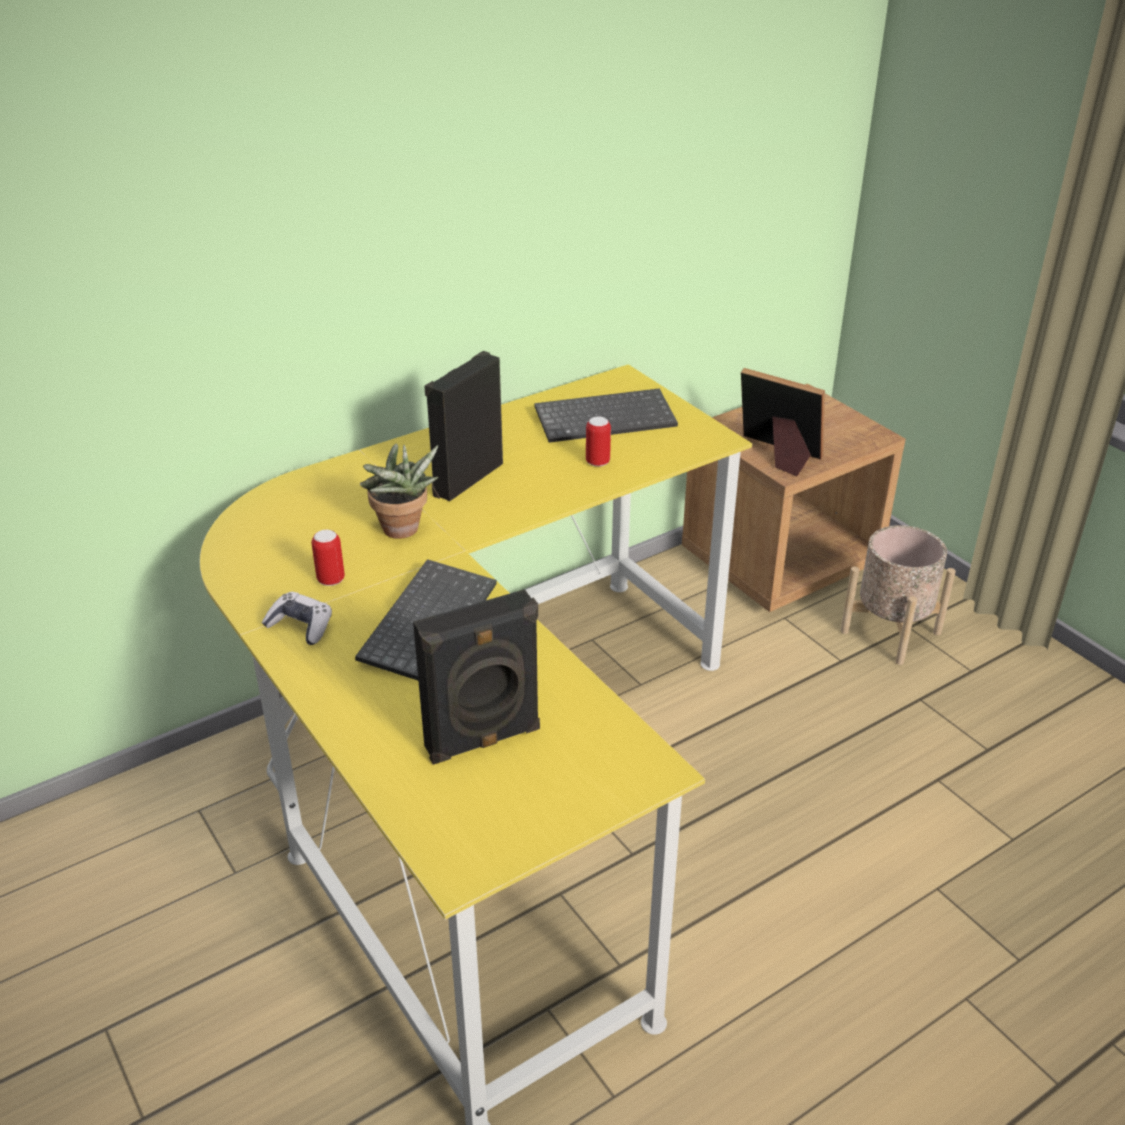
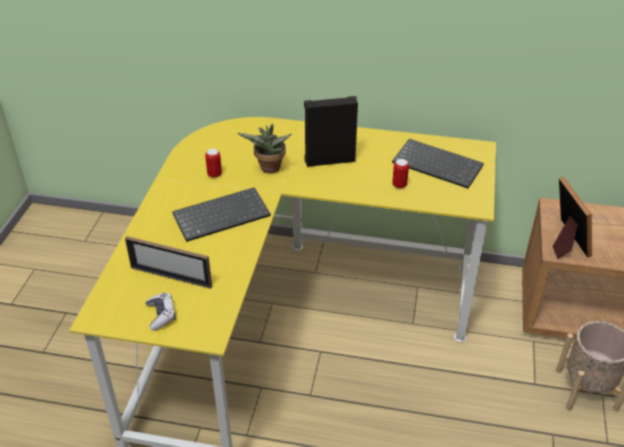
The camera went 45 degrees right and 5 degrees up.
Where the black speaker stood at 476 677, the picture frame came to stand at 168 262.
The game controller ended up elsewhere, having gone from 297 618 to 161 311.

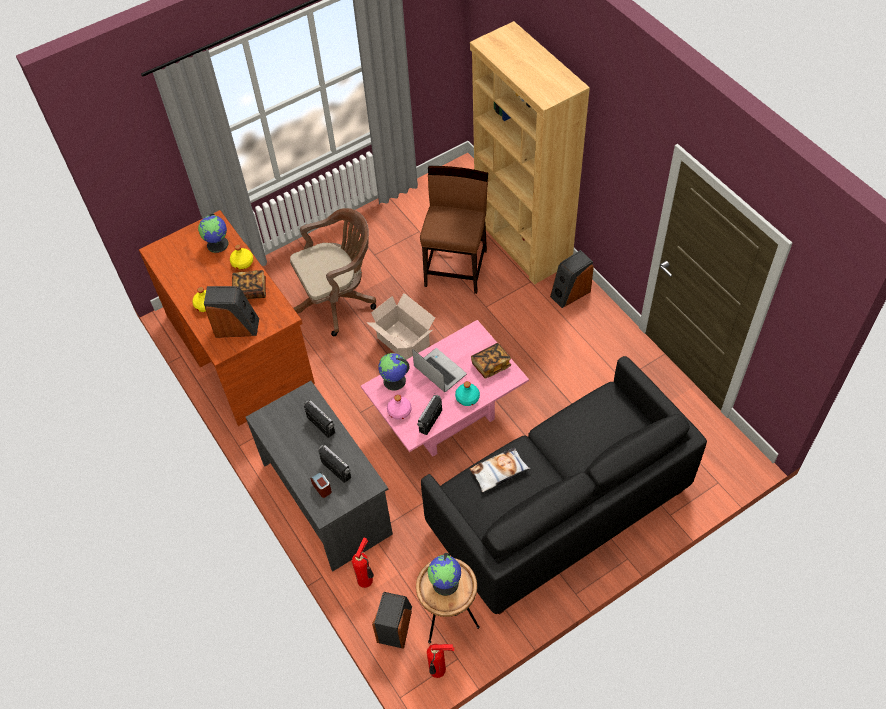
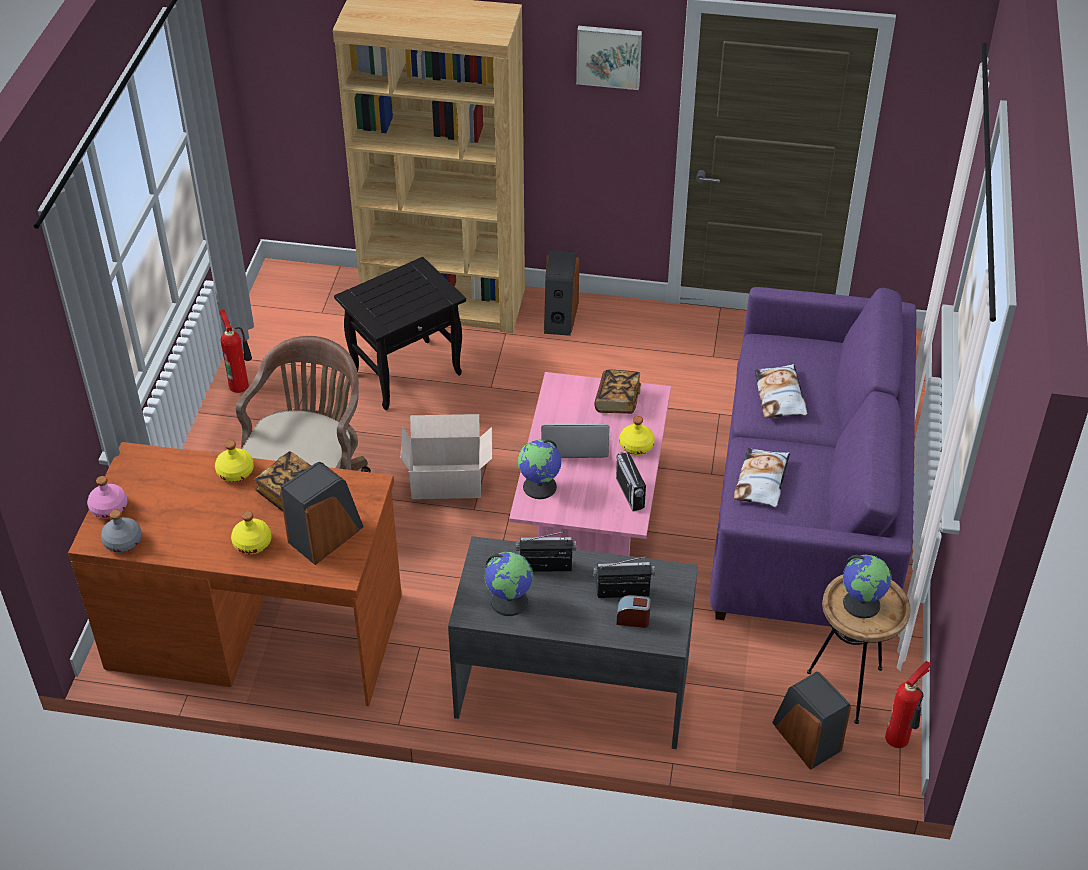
The camera went 50 degrees left and 10 degrees down.
Where the brown chair stood at 454 230, the black side table came to stand at 400 333.
The globe ended up elsewhere, having gone from 213 233 to 508 584.
What was the black sofa at 564 485 turned into the purple sofa at 813 464.
What was the turquoise bottle at 467 393 turned into the yellow bottle at 637 435.
The pink bottle ended up elsewhere, having gone from 399 407 to 107 497.
The fire extinguisher ended up elsewhere, having gone from 363 563 to 236 351.
The second view gained the picture at 609 58.
The second view gained the pillow at 780 391.
The second view gained the grey bottle at 121 531.

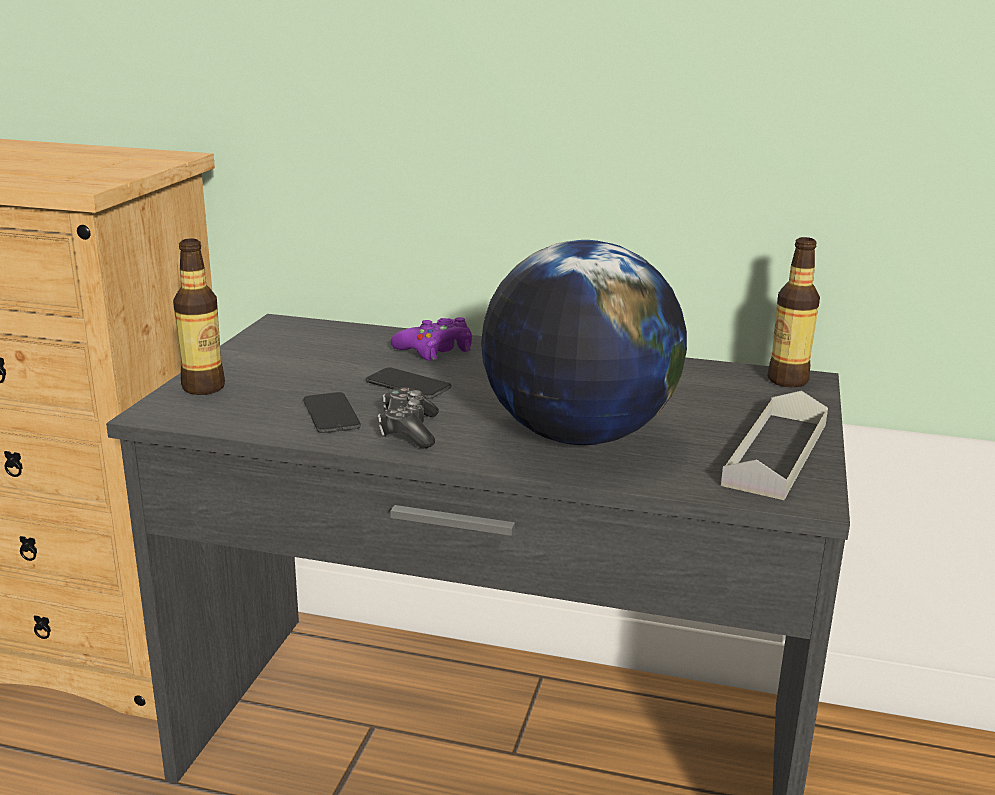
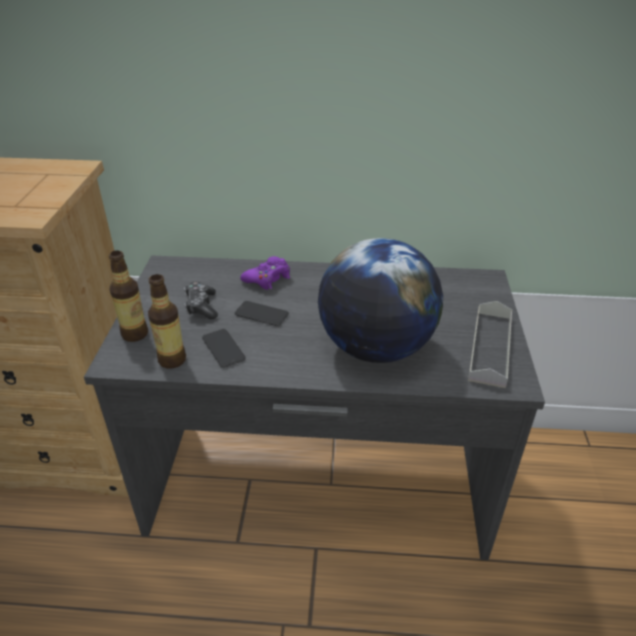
The camera went 10 degrees left and 15 degrees up.
The bottle ended up elsewhere, having gone from 794 312 to 167 321.
The game controller ended up elsewhere, having gone from 408 418 to 201 300.

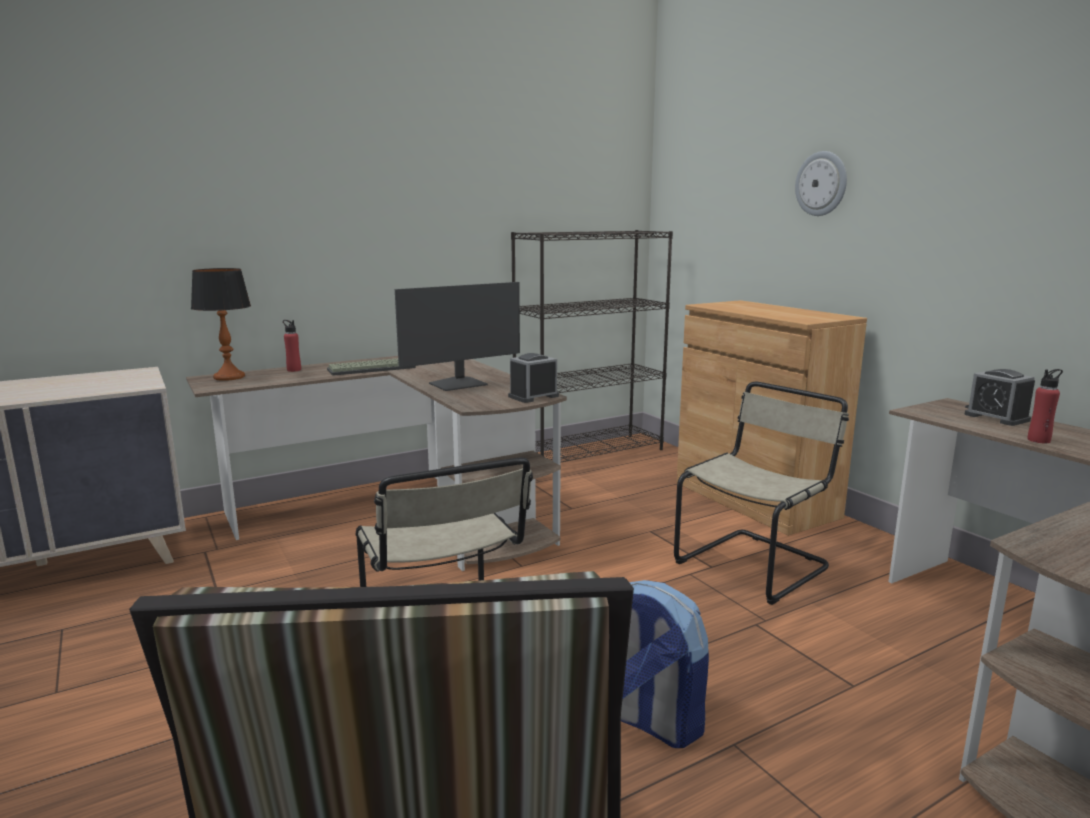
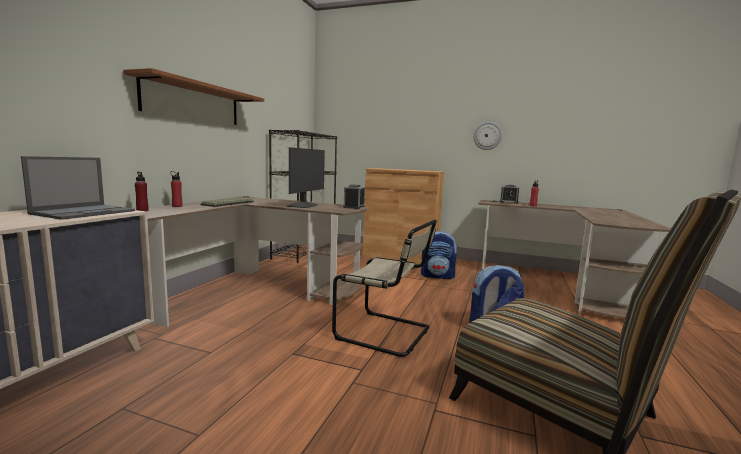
The camera went 40 degrees left and 5 degrees down.
The wall clock ended up elsewhere, having gone from 821 183 to 487 136.
Where the table lamp stood at 221 324, the red bottle came to stand at 142 191.
Where the beige chair stood at 761 493, the backpack came to stand at 439 255.
The second view gained the shelf at 193 96.
The second view gained the laptop at 78 188.

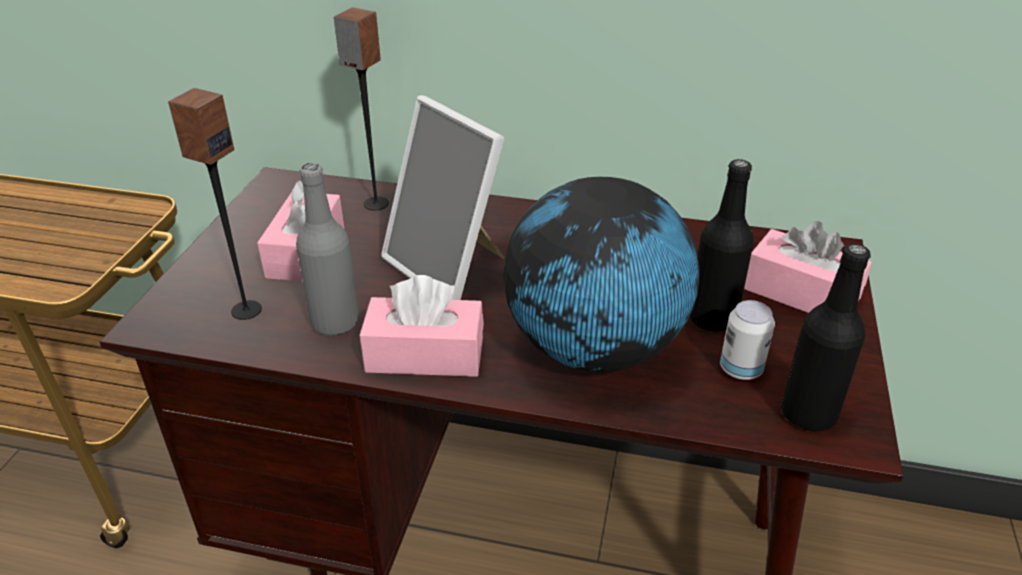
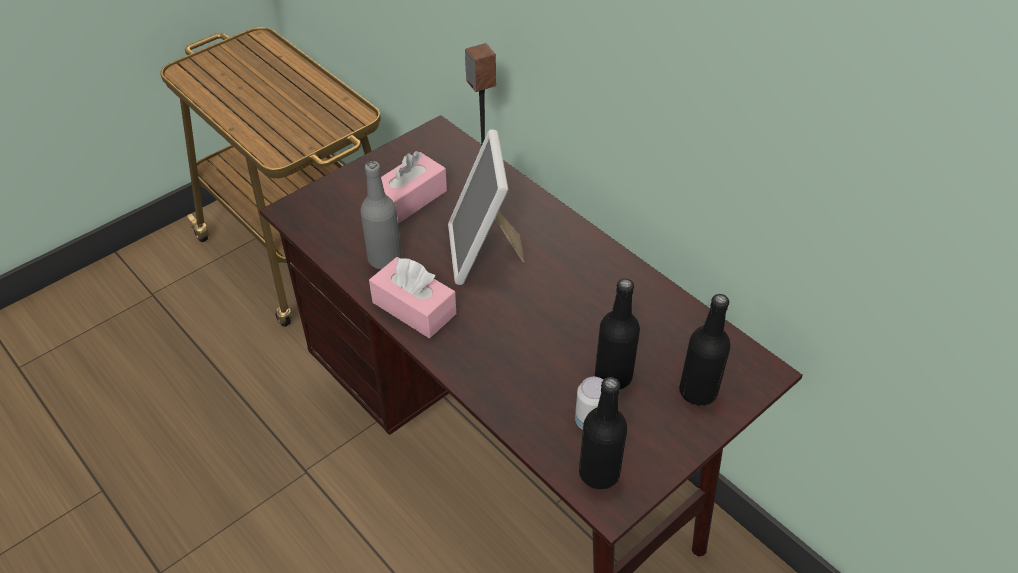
The camera went 35 degrees right and 10 degrees up.
The second view lost the speaker at 215 204.
The second view lost the globe at 601 274.
Where the pink tissue box stood at 808 267, the black bottle came to stand at 705 350.

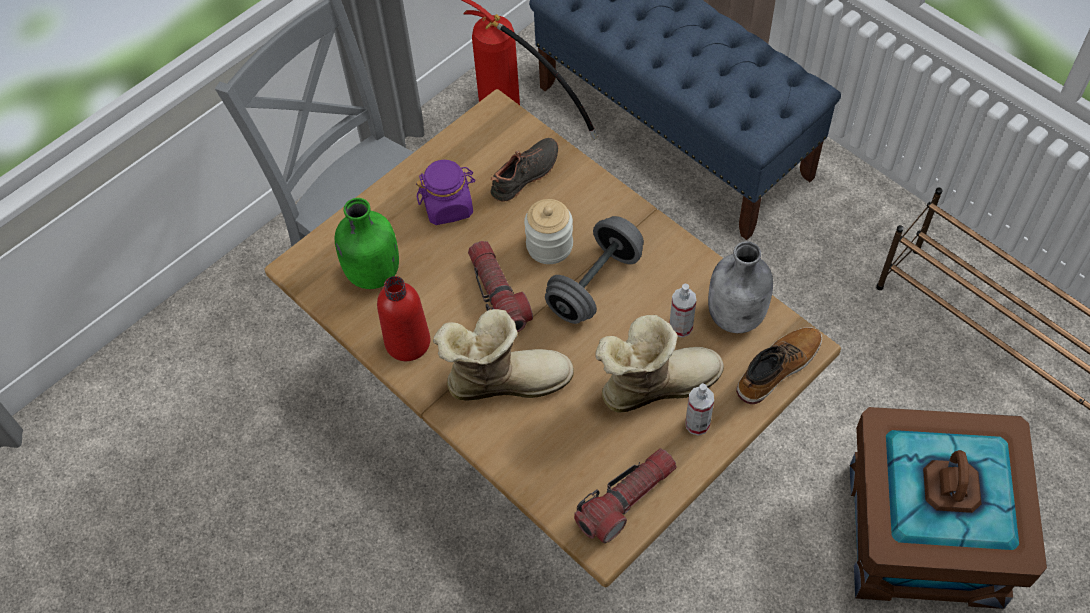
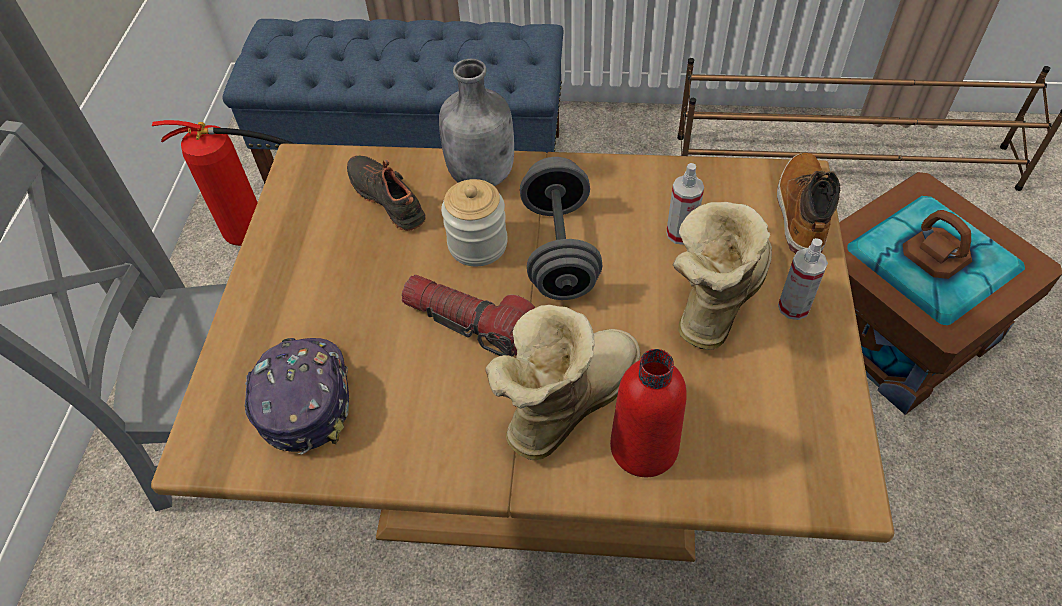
The camera went 40 degrees left and 5 degrees down.
The black shoe at 524 169 ended up facing another way, 45 degrees counterclockwise from before.
The second view lost the purple jar at 446 192.
Where the green bottle stood at 367 243, the cap came to stand at 296 396.
The grey bottle ended up elsewhere, having gone from 740 287 to 476 122.
The red bottle ended up elsewhere, having gone from 403 318 to 648 413.
The second view lost the flashlight at 625 495.

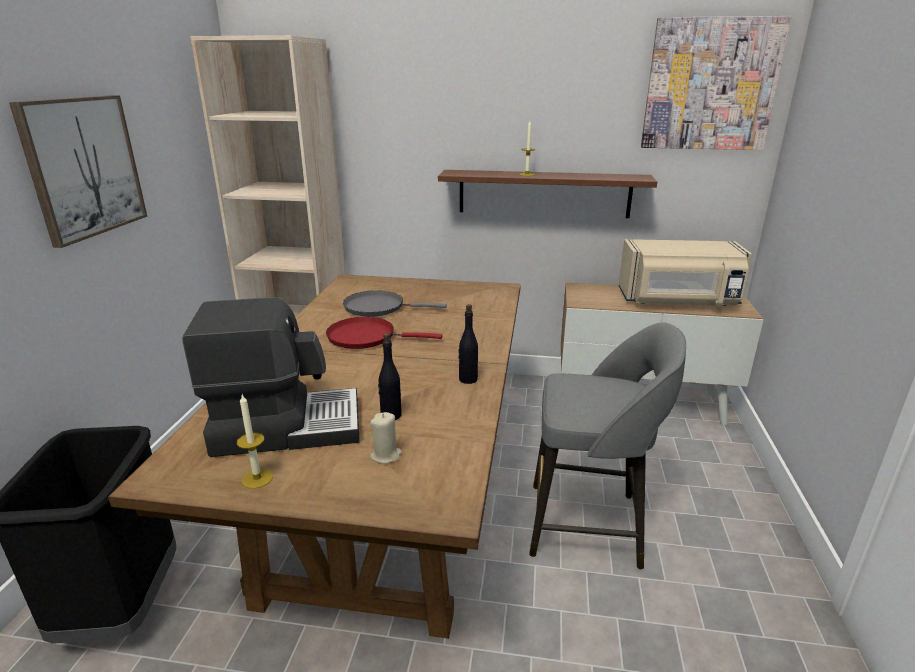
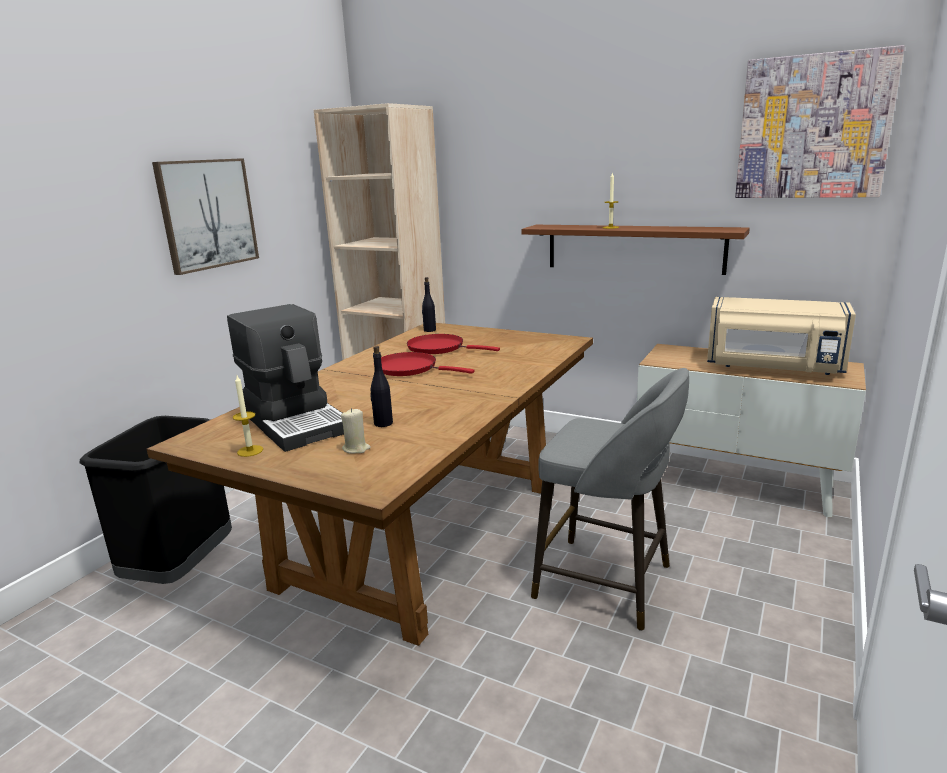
The camera went 20 degrees right and 5 degrees down.
What was the grey frying pan at 395 303 turned into the red frying pan at 453 344.
The coffee machine at 271 377 ended up facing another way, 45 degrees clockwise from before.
The black bottle ended up elsewhere, having gone from 468 344 to 429 304.

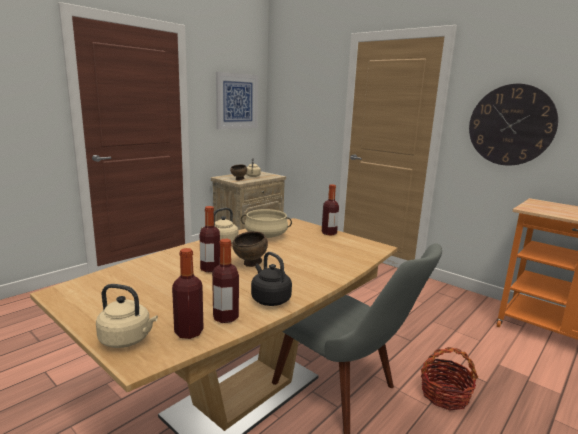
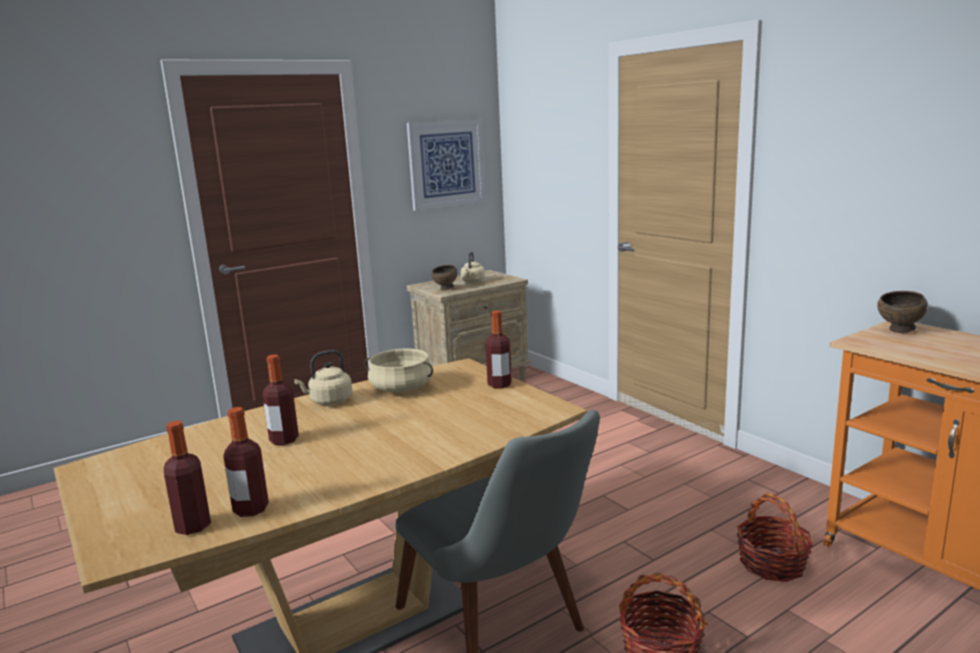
The camera went 15 degrees right and 0 degrees up.
The second view lost the wall clock at 513 125.
The brown bowl ended up elsewhere, having gone from 250 249 to 902 312.
The second view lost the black kettle at 271 279.
The second view lost the beige kettle at 127 316.
The second view gained the basket at 775 537.

